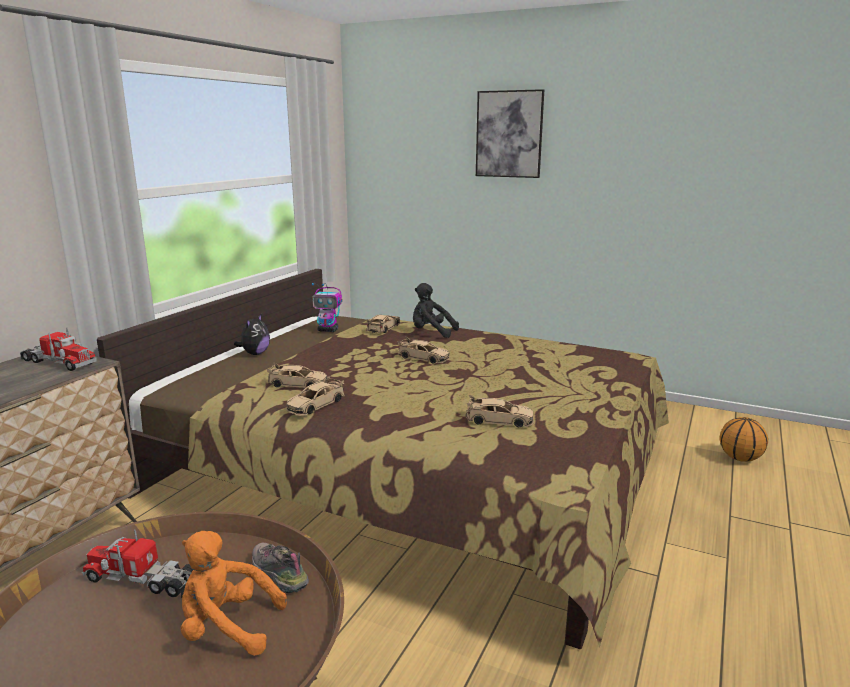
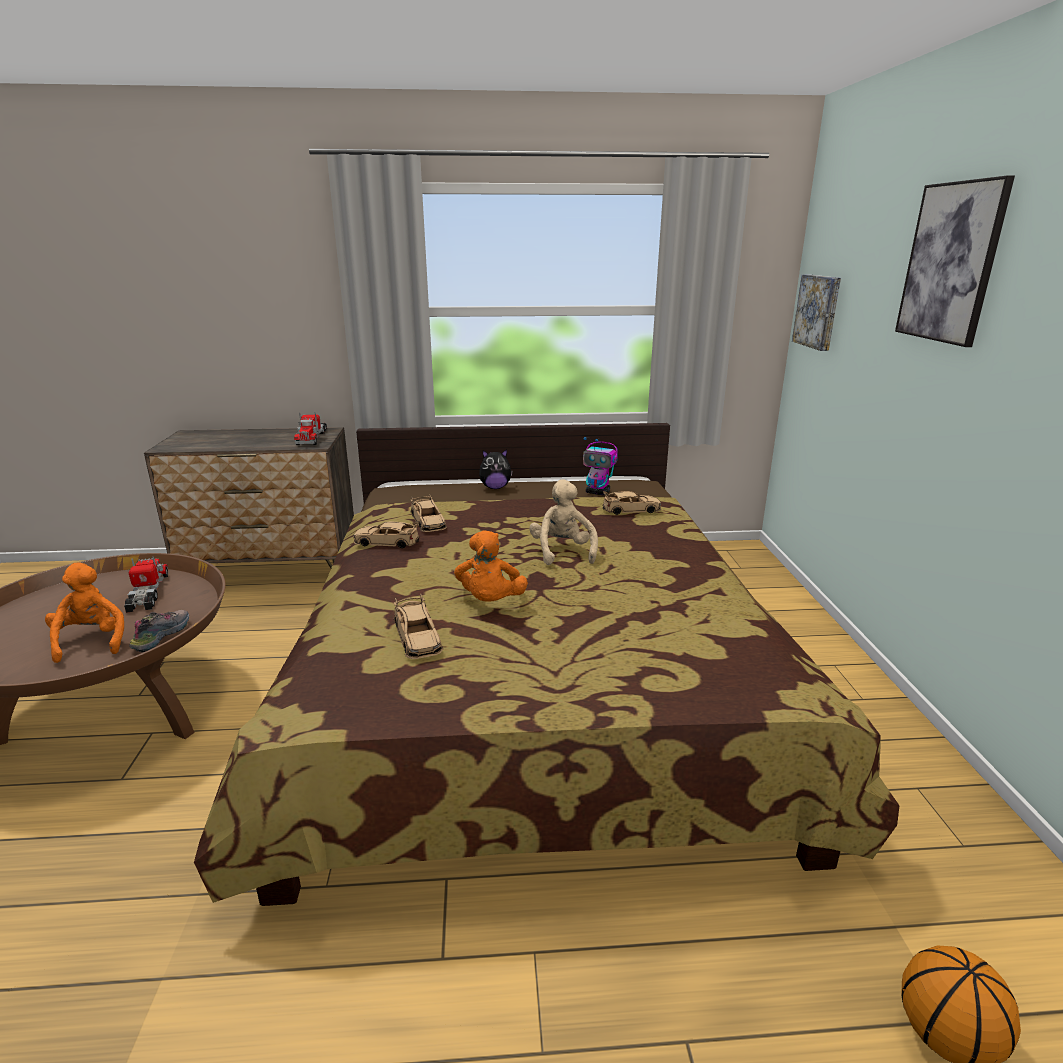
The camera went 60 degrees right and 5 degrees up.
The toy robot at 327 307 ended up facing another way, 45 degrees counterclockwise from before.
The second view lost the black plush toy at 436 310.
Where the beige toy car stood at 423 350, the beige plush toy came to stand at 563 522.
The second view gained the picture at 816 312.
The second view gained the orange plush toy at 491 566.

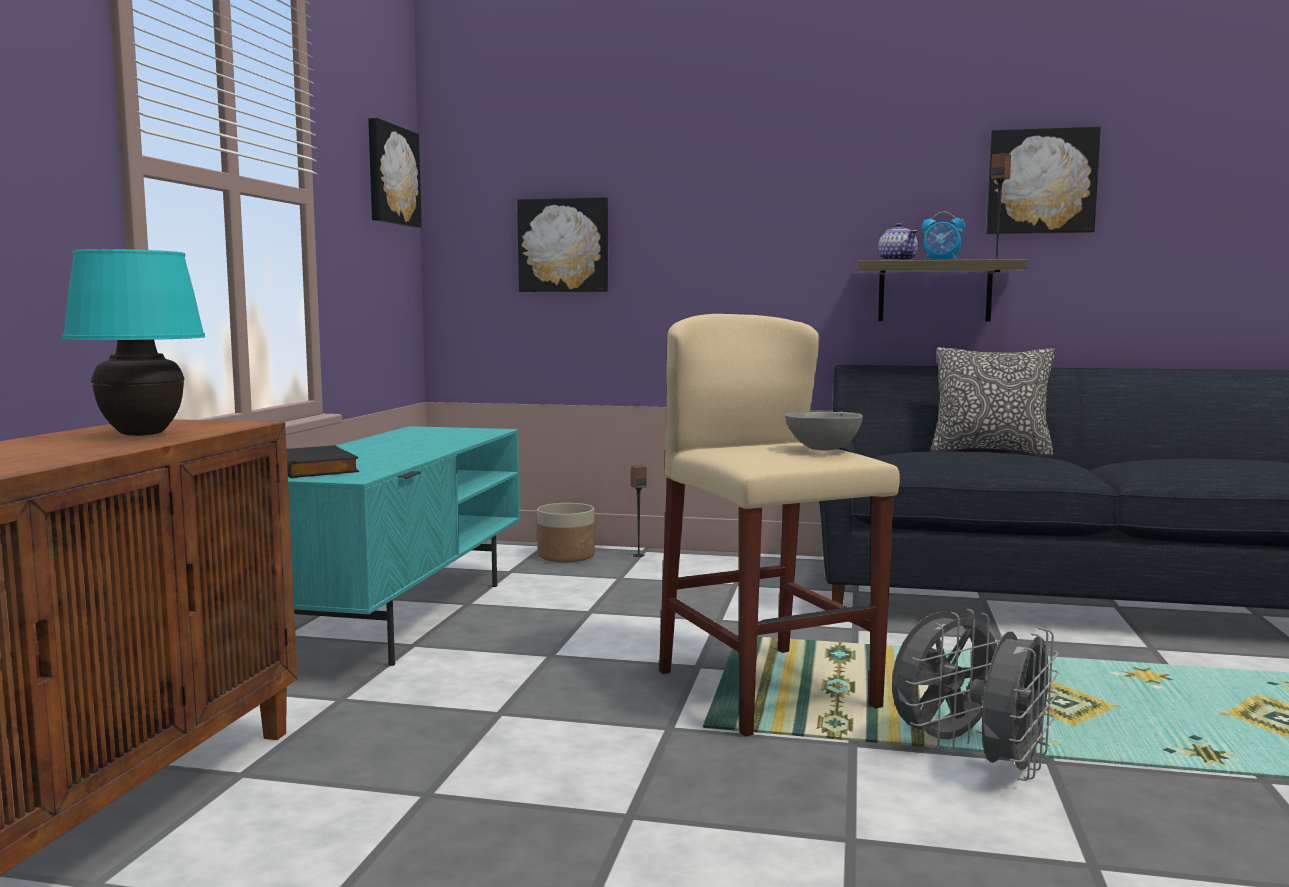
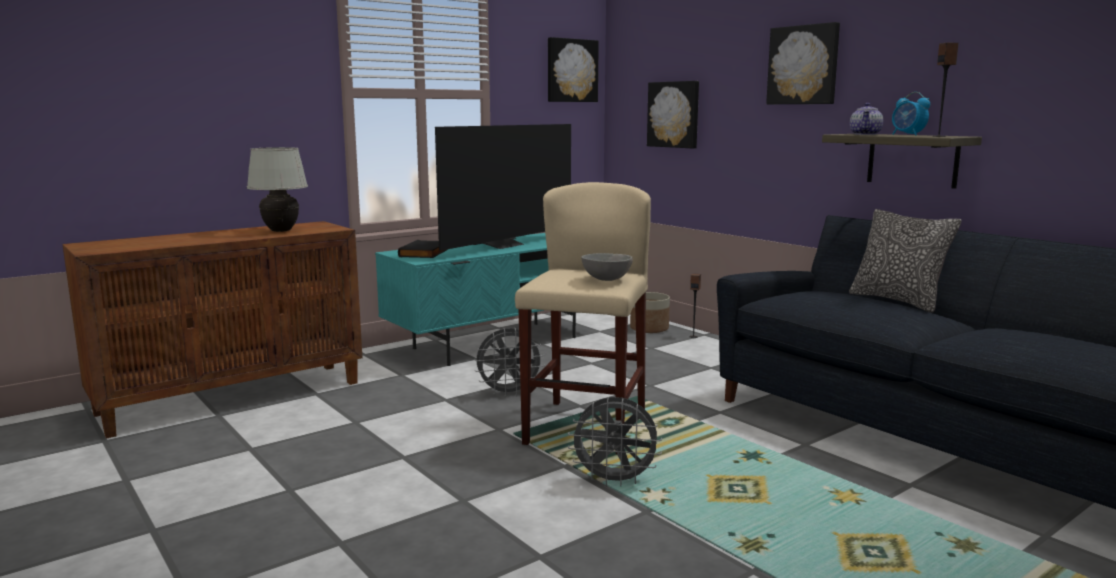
The camera went 40 degrees right and 5 degrees up.
The picture ended up elsewhere, having gone from 1043 180 to 803 63.
What was the turquoise table lamp at 133 342 turned into the white table lamp at 277 189.
The grey fan ended up elsewhere, having gone from 1014 704 to 509 362.
The second view gained the television at 503 187.

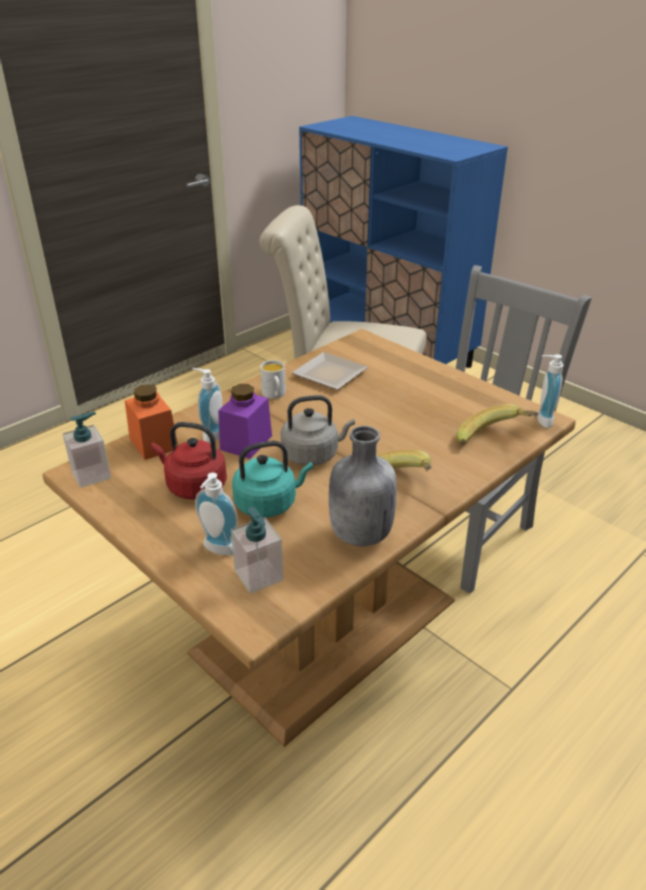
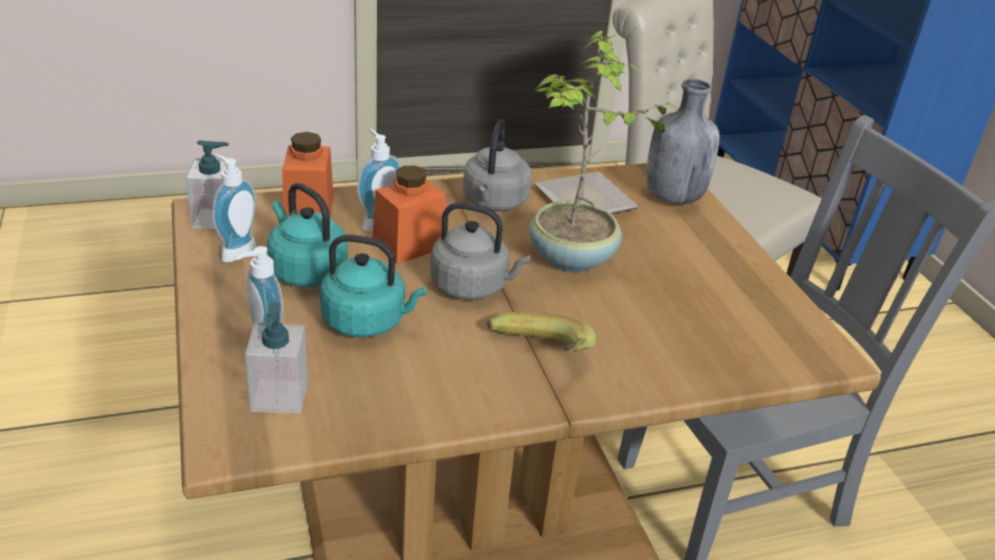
The camera went 25 degrees right and 0 degrees up.
The soap dispenser ended up elsewhere, having gone from 550 391 to 234 208.
Where the white mug stood at 273 379, the grey kettle came to stand at 497 165.
What was the purple jar at 245 421 turned into the orange jar at 409 214.
The second view lost the banana at 497 424.
What was the red kettle at 189 461 turned into the turquoise kettle at 307 235.
The grey bottle ended up elsewhere, having gone from 363 486 to 683 141.
The second view gained the potted plant at 605 151.

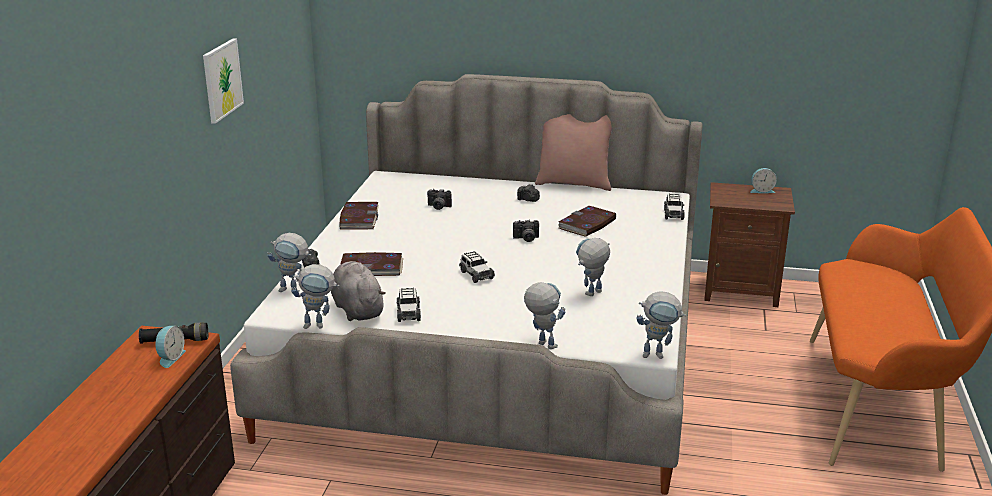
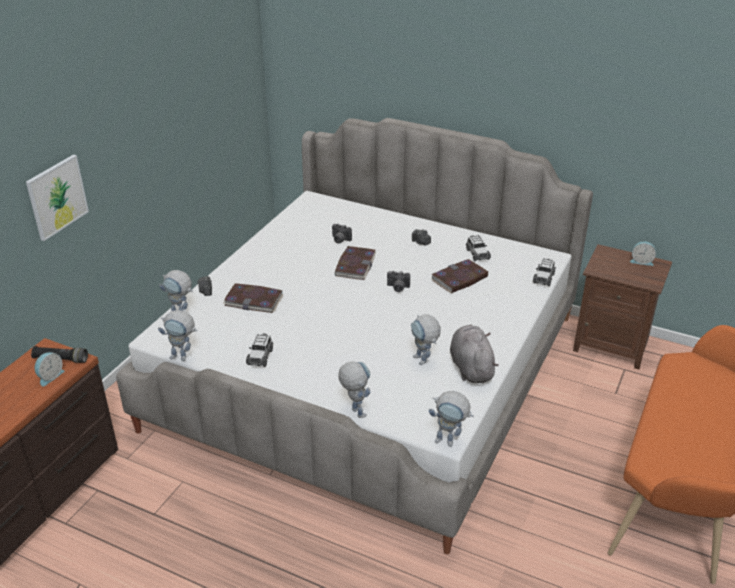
The camera went 15 degrees right and 10 degrees up.
The picture ended up elsewhere, having gone from 223 81 to 57 197.
The second view lost the pink pillow at 573 152.
The book ended up elsewhere, having gone from 359 216 to 355 263.
The toy robot at 593 267 ended up facing another way, 90 degrees counterclockwise from before.
The toy car ended up elsewhere, having gone from 477 267 to 478 248.
The grey plush toy ended up elsewhere, having gone from 358 291 to 474 354.

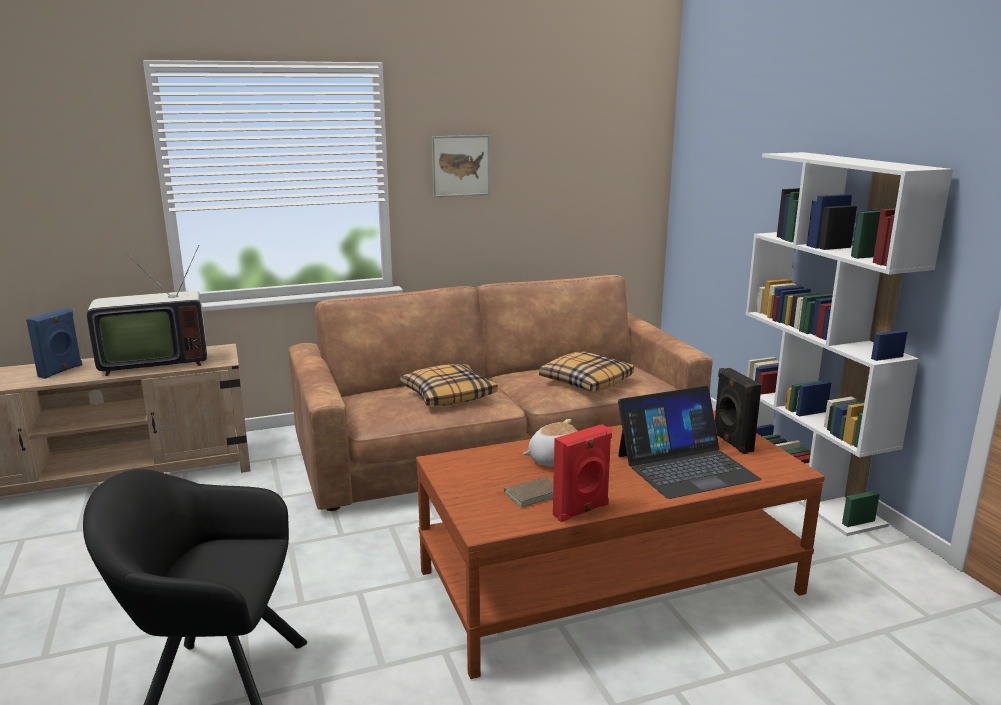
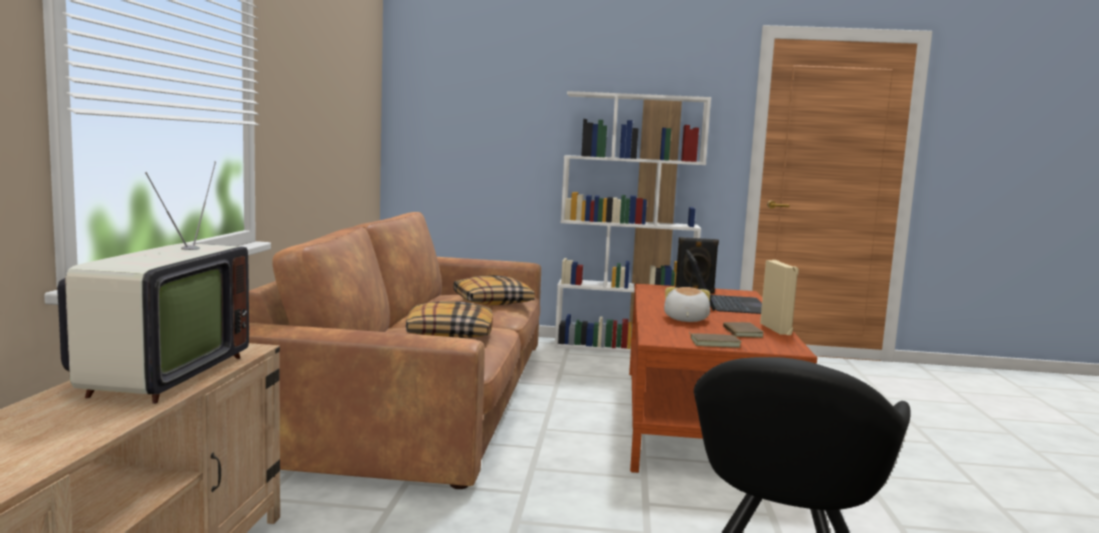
The camera went 65 degrees left and 10 degrees down.
The second view lost the picture at 461 166.
The second view lost the blue speaker at 54 343.
What was the red speaker at 582 473 turned into the beige speaker at 779 297.
The second view gained the brown book at 715 340.

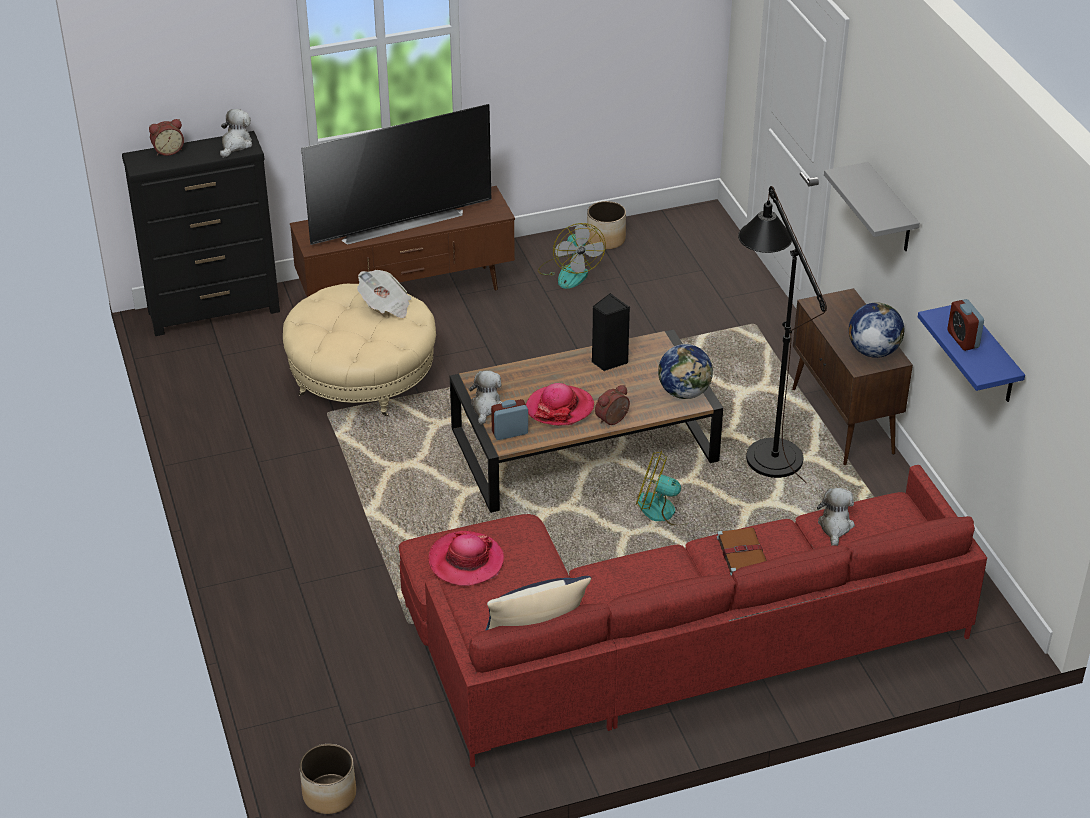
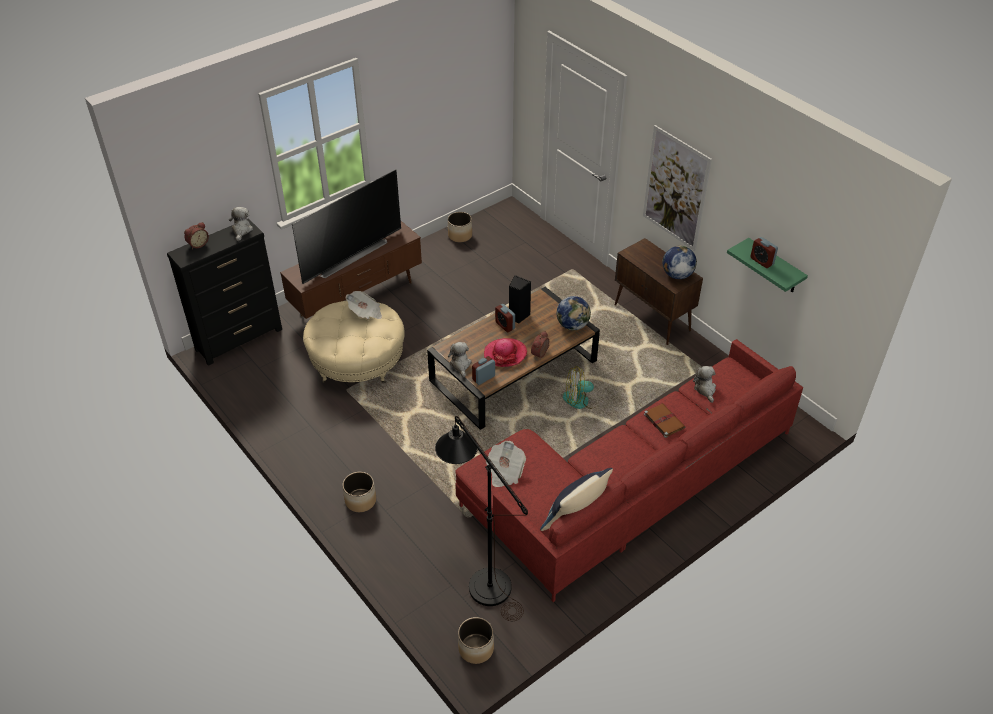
The camera went 20 degrees left and 5 degrees up.
Where the grey shelf hung at 872 206, the picture came to hang at 677 188.
The black floor lamp ended up elsewhere, having gone from 782 335 to 481 518.
The second view lost the fan at 572 256.
What was the blue shelf at 971 353 turned into the green shelf at 767 265.
Where the hat stood at 466 558, the newspaper came to stand at 506 464.
The second view gained the alarm clock at 505 318.
The second view gained the planter at 359 492.

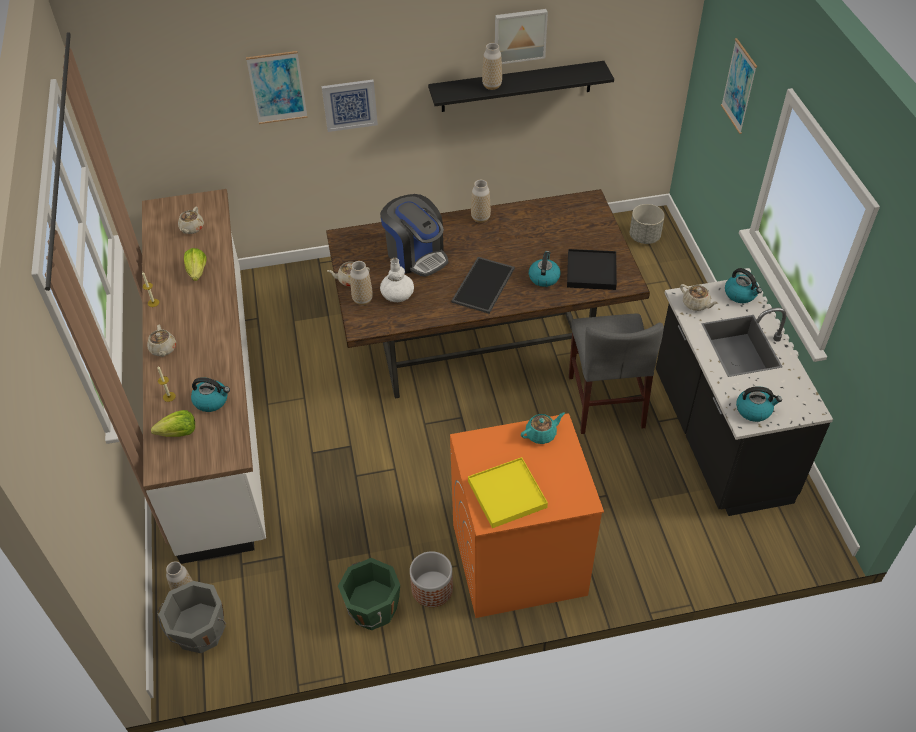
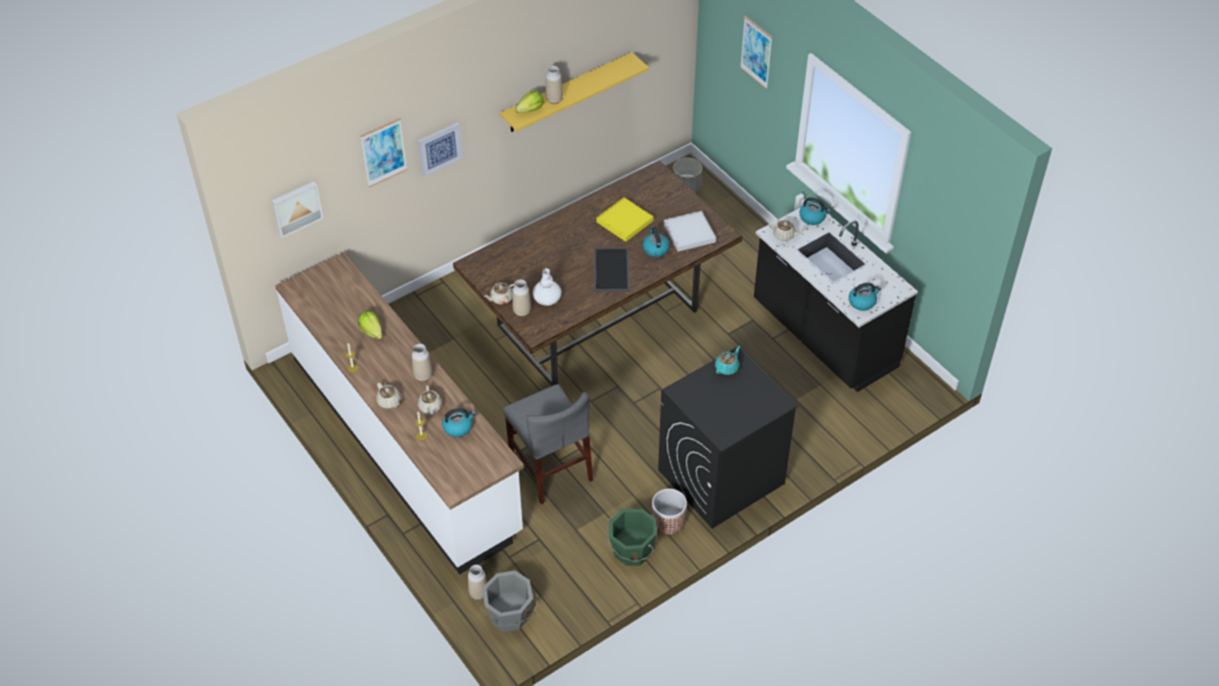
The camera went 25 degrees left and 0 degrees up.
The picture ended up elsewhere, having gone from 521 36 to 297 209.
What was the black shelf at 521 86 turned into the yellow shelf at 574 92.
The vase ended up elsewhere, having gone from 481 201 to 422 363.
The second view lost the coffee machine at 414 235.
The beige teapot ended up elsewhere, having gone from 191 220 to 430 400.
What was the black tray at 592 269 turned into the white tray at 690 231.
The grey chair ended up elsewhere, having gone from 616 374 to 548 444.
The lettuce ended up elsewhere, having gone from 173 423 to 529 101.
What was the orange washing machine at 527 515 turned into the black washing machine at 728 438.
The yellow tray ended up elsewhere, having gone from 508 492 to 625 219.

